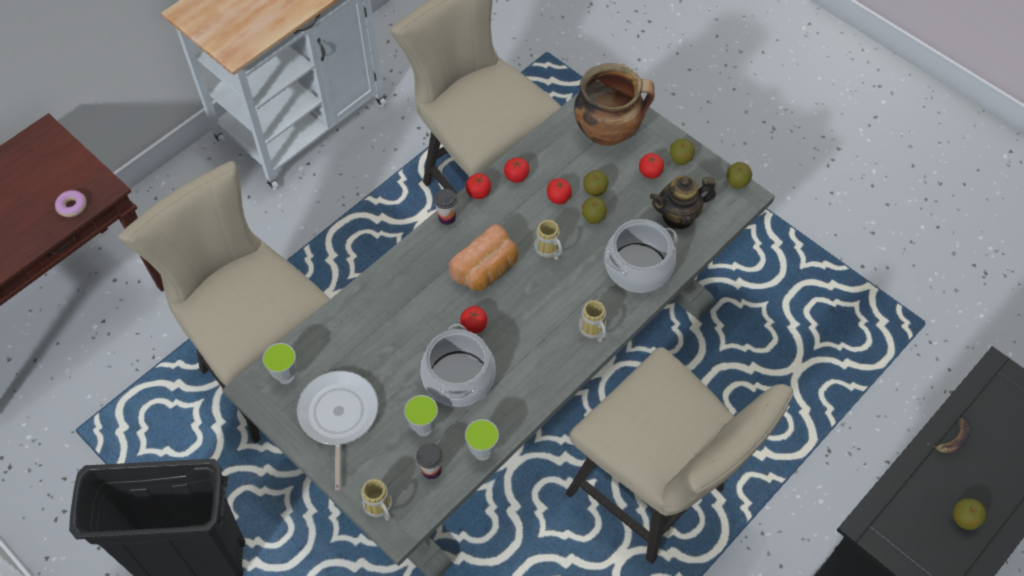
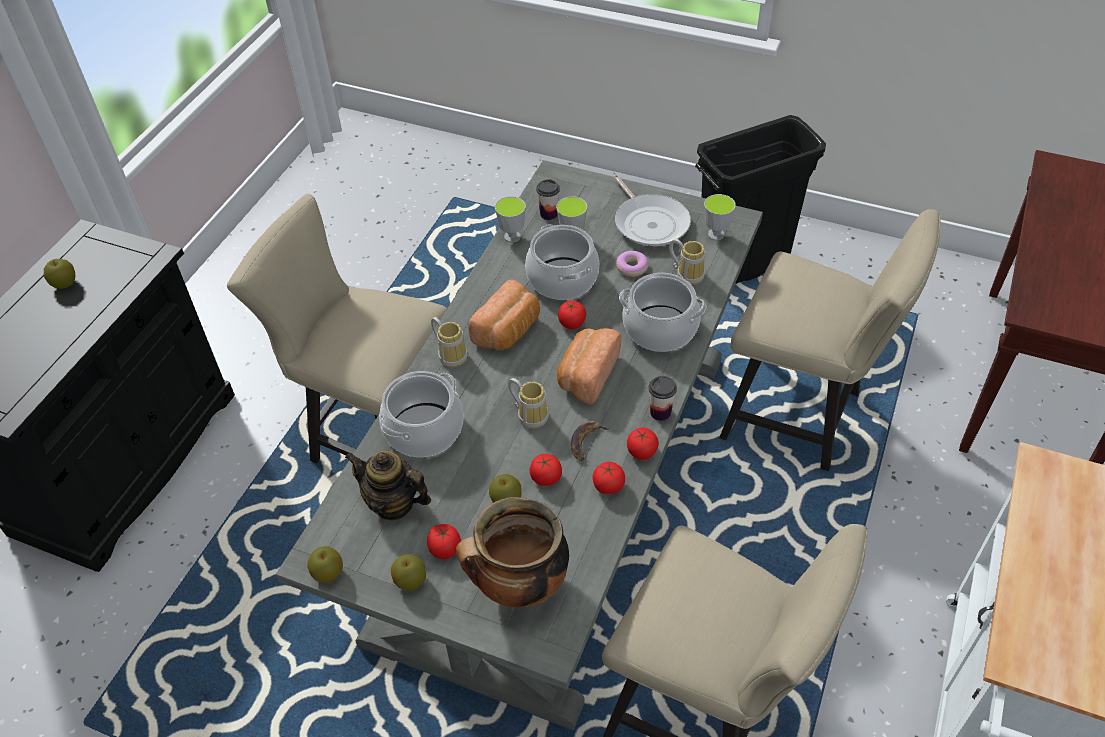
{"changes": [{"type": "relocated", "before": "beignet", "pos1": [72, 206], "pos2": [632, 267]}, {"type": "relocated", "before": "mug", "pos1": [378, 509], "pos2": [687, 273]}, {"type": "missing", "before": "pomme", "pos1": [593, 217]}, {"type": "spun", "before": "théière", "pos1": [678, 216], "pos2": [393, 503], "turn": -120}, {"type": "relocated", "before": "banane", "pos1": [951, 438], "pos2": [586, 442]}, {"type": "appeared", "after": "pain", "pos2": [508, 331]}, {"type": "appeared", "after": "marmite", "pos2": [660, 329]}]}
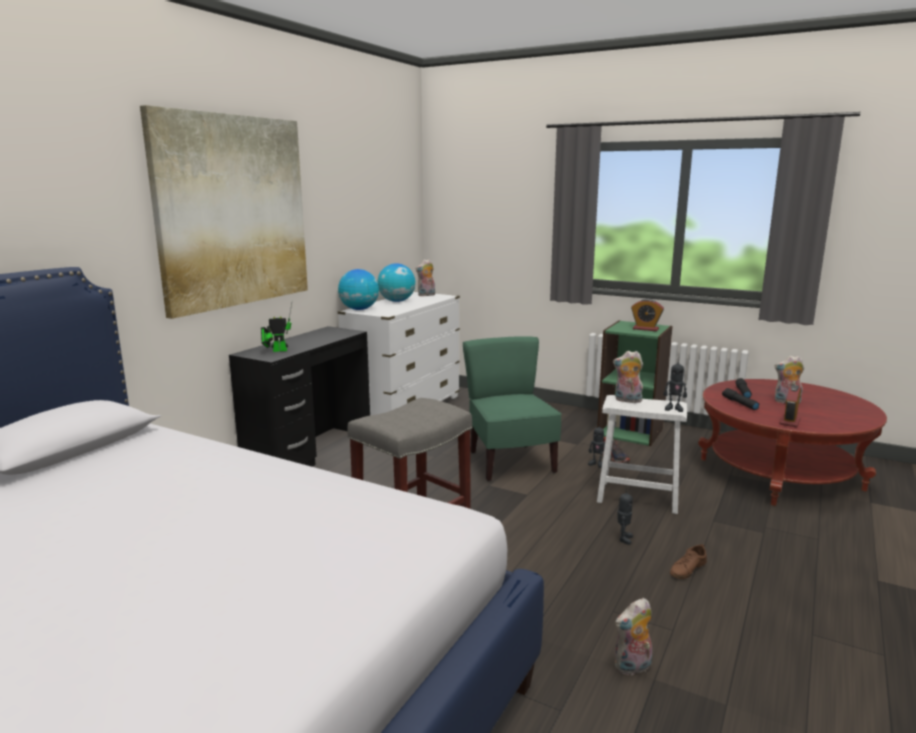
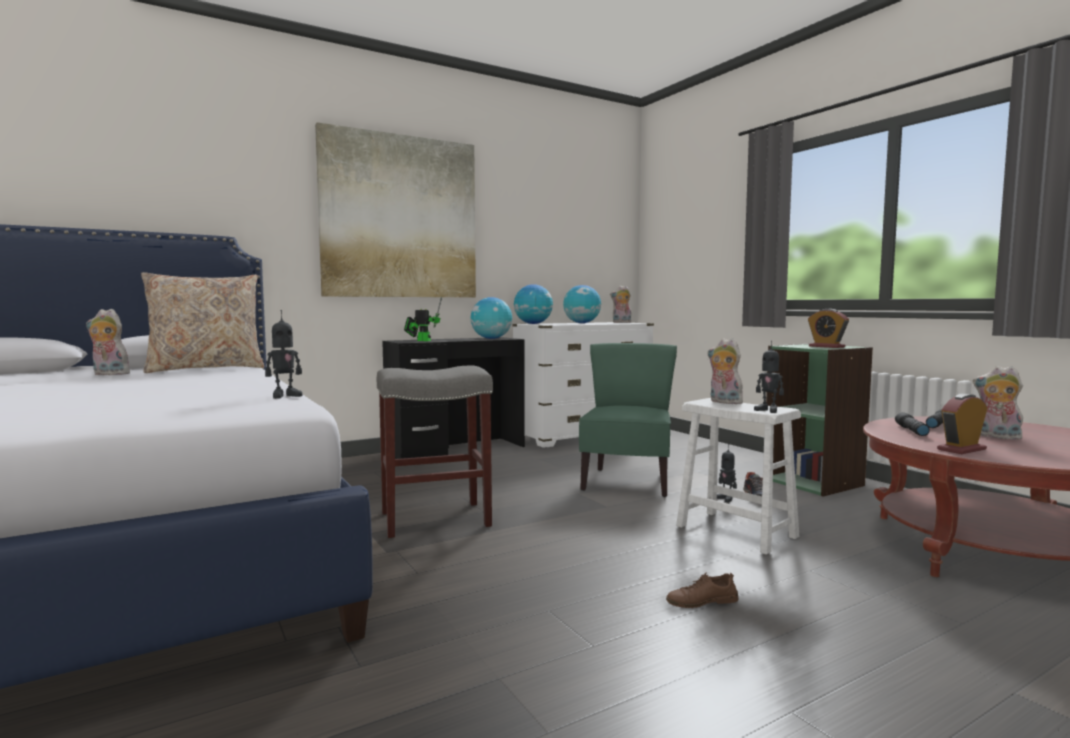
{"changes": [{"type": "relocated", "before": "peluche", "pos1": [633, 667], "pos2": [108, 374]}, {"type": "relocated", "before": "robot jouet", "pos1": [623, 539], "pos2": [285, 396]}, {"type": "appeared", "after": "coussin (beige)", "pos2": [206, 368]}, {"type": "appeared", "after": "globe", "pos2": [491, 338]}]}
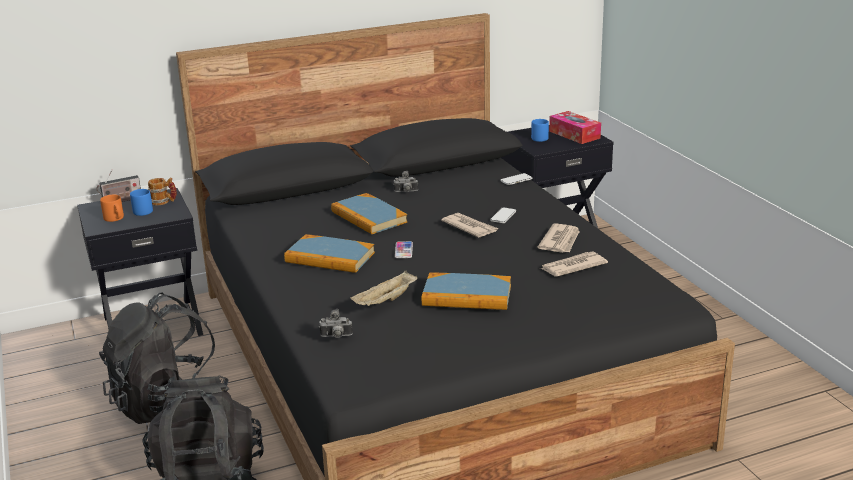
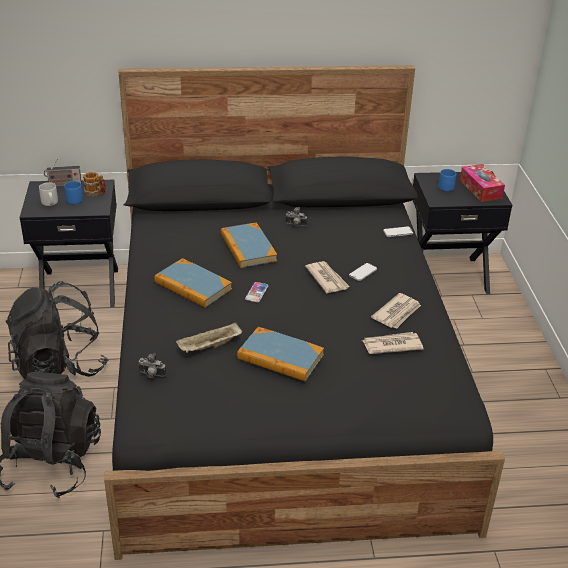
{"changes": [{"type": "colour", "before": "mug (orange)", "after": "mug (gris)", "pos1": [115, 218], "pos2": [50, 203]}]}
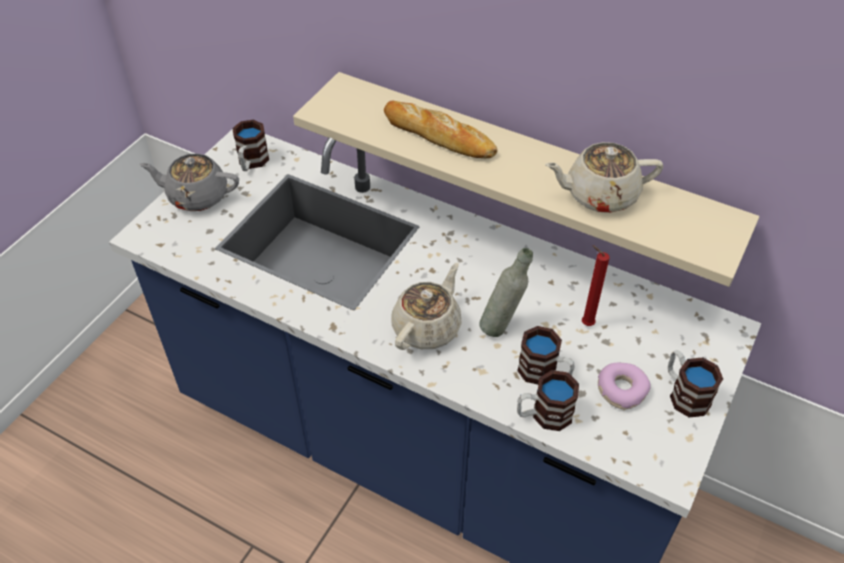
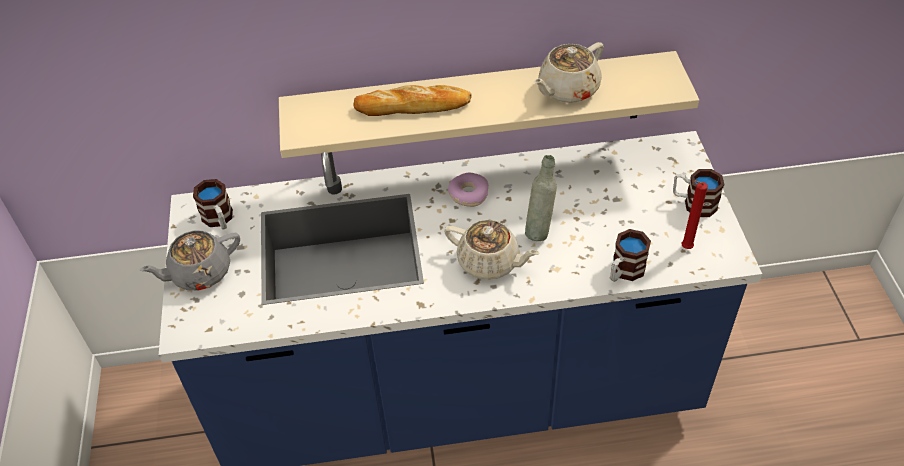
{"changes": [{"type": "spun", "before": "théière (beige)", "pos1": [427, 327], "pos2": [489, 262], "turn": 120}, {"type": "missing", "before": "mug", "pos1": [544, 373]}, {"type": "relocated", "before": "bougie (rouge)", "pos1": [585, 323], "pos2": [684, 248]}, {"type": "relocated", "before": "beignet", "pos1": [621, 390], "pos2": [468, 194]}]}
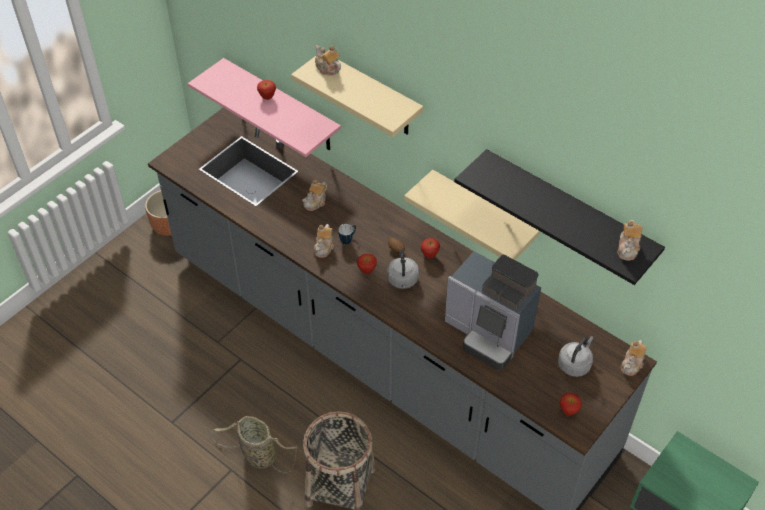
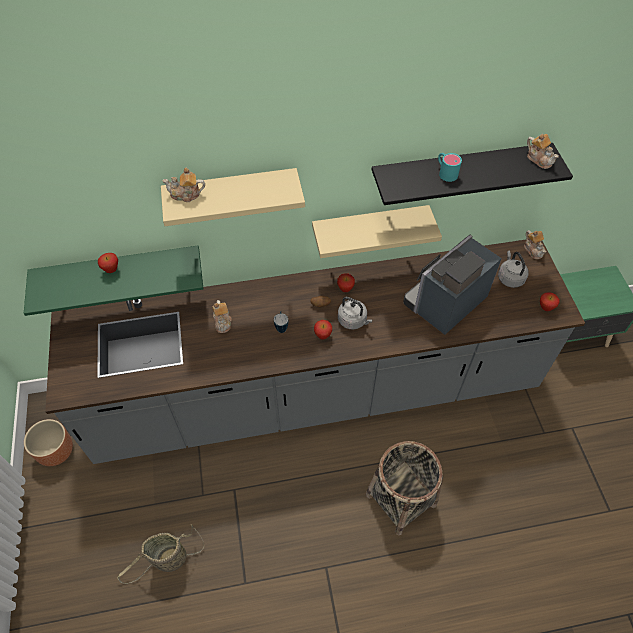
{"changes": [{"type": "colour", "before": "étagère (rose)", "after": "étagère (vert)", "pos1": [282, 106], "pos2": [119, 271]}, {"type": "relocated", "before": "panier", "pos1": [257, 455], "pos2": [168, 560]}, {"type": "missing", "before": "théière", "pos1": [324, 247]}, {"type": "spun", "before": "machine à café", "pos1": [489, 332], "pos2": [444, 304], "turn": 150}, {"type": "appeared", "after": "mug (turquoise)", "pos2": [445, 172]}]}
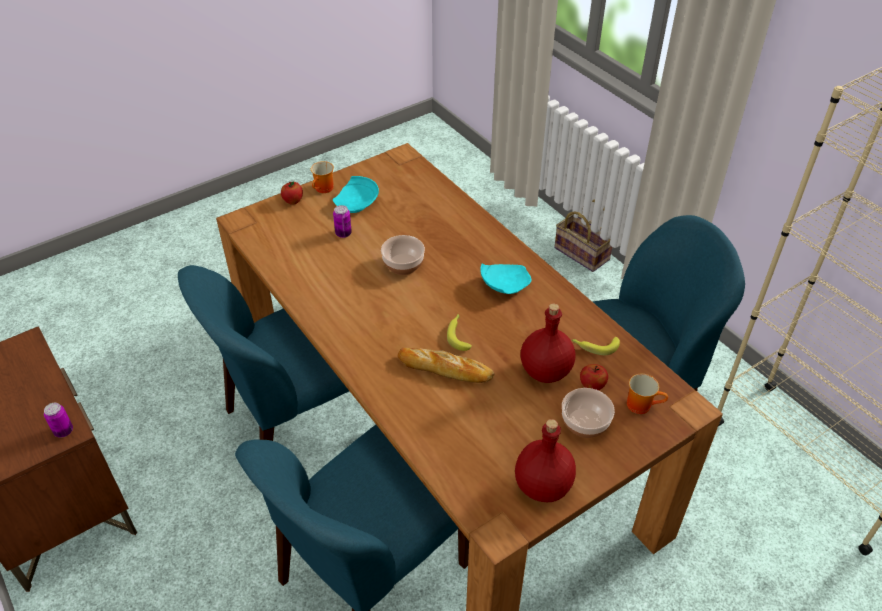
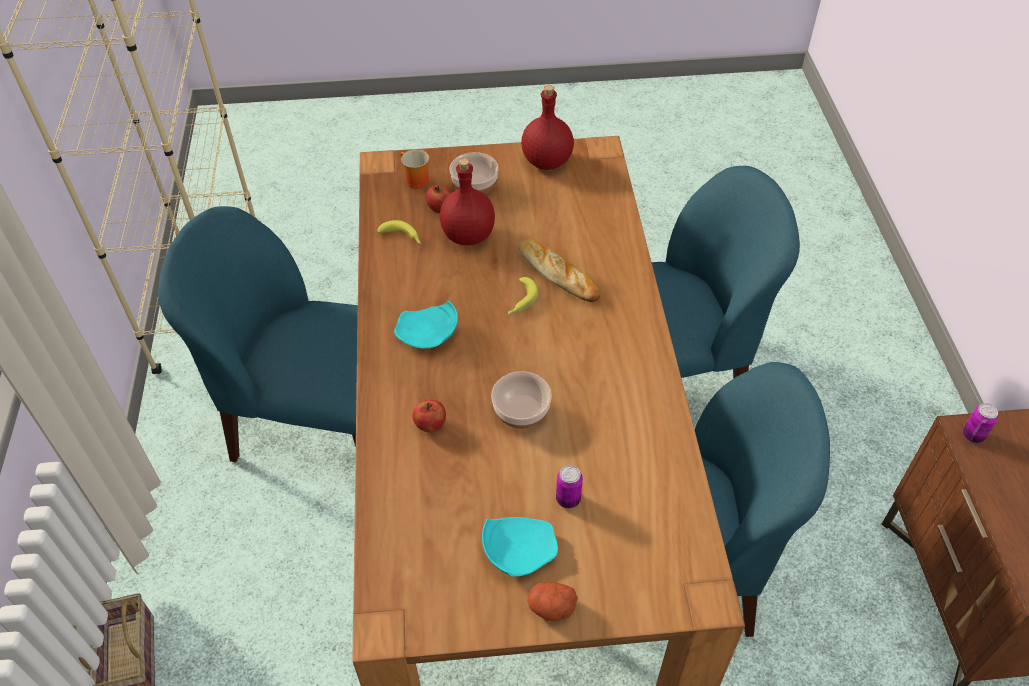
{"changes": [{"type": "relocated", "before": "pomme", "pos1": [293, 201], "pos2": [430, 425]}, {"type": "exchanged", "before": "mug", "after": "pomme de terre", "pos1": [324, 189], "pos2": [551, 608]}]}
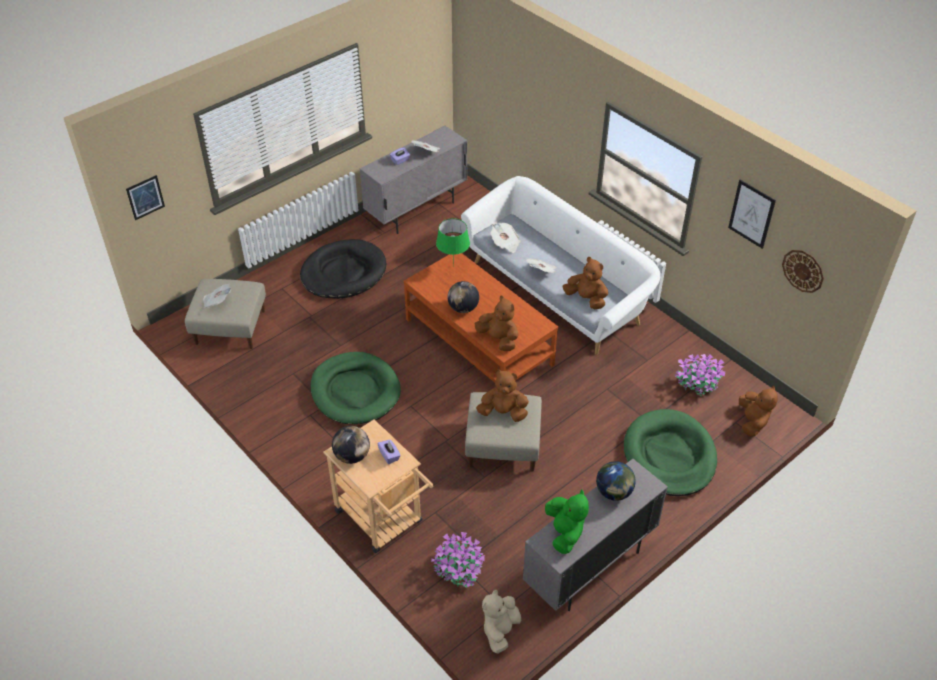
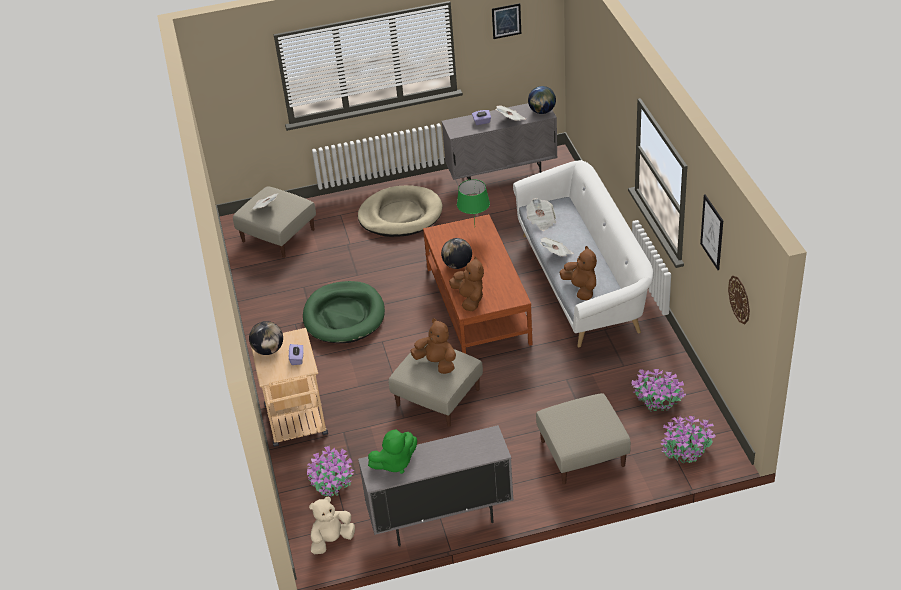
{"changes": [{"type": "relocated", "before": "tableau", "pos1": [145, 197], "pos2": [506, 21]}, {"type": "colour", "before": "panier pour chien (noir)", "after": "panier pour chien (beige)", "pos1": [343, 273], "pos2": [400, 215]}, {"type": "spun", "before": "peluche (vert)", "pos1": [565, 533], "pos2": [395, 463], "turn": 45}, {"type": "relocated", "before": "globe", "pos1": [614, 492], "pos2": [542, 111]}, {"type": "exchanged", "before": "panier pour chien (vert)", "after": "pouf (beige)", "pos1": [669, 456], "pos2": [582, 454]}, {"type": "exchanged", "before": "peluche (marron)", "after": "plante en pot", "pos1": [752, 422], "pos2": [686, 450]}]}
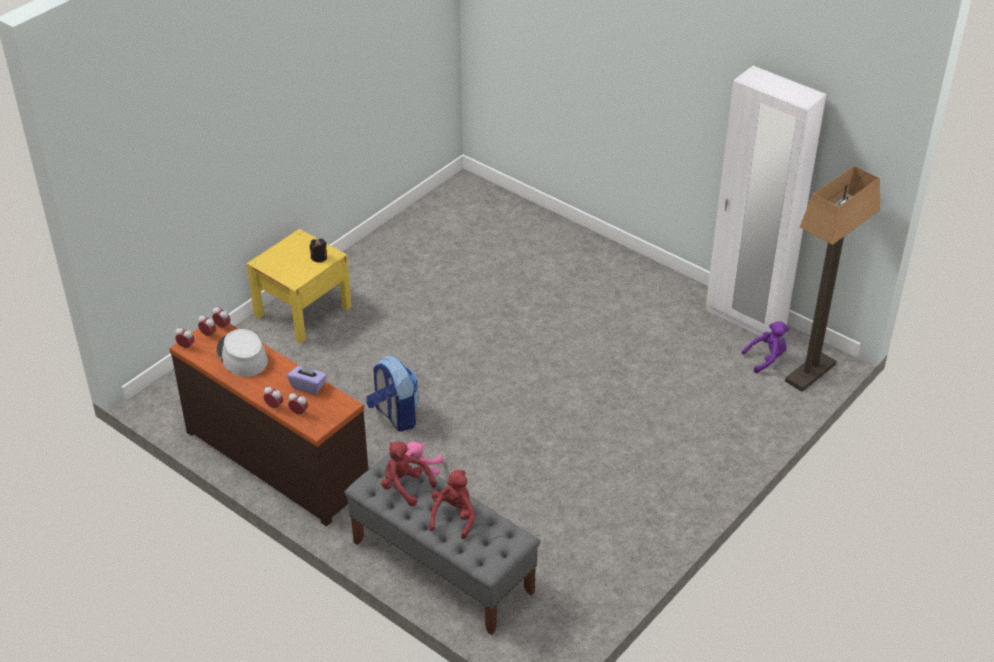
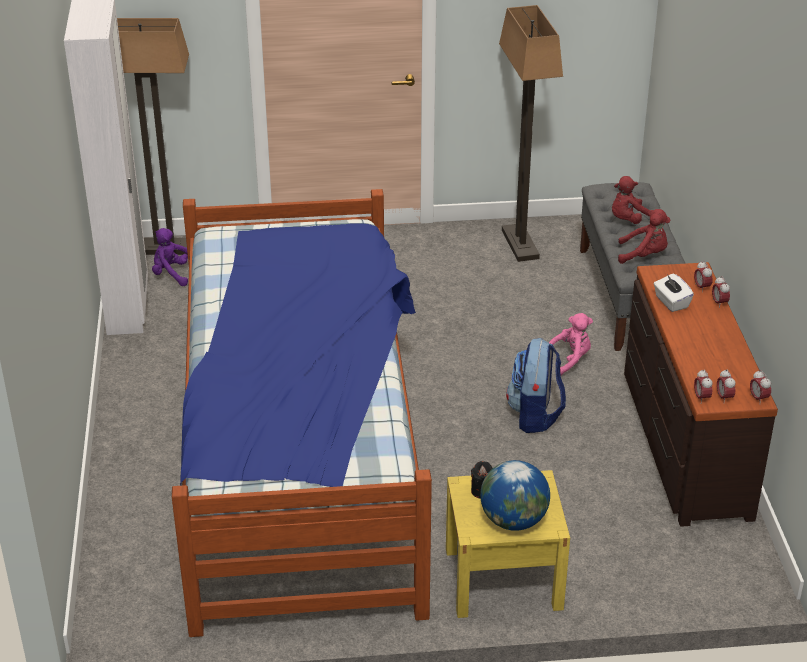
{"changes": [{"type": "missing", "before": "chapeau (gris)", "pos1": [241, 356]}, {"type": "colour", "before": "boîte à mouchoirs (violet)", "after": "boîte à mouchoirs (blanc)", "pos1": [308, 386], "pos2": [671, 302]}, {"type": "spun", "before": "peluche (rouge)", "pos1": [405, 486], "pos2": [644, 255], "turn": -75}, {"type": "appeared", "after": "lit", "pos2": [301, 455]}, {"type": "appeared", "after": "globe", "pos2": [513, 521]}, {"type": "appeared", "after": "lampadaire", "pos2": [519, 244]}]}
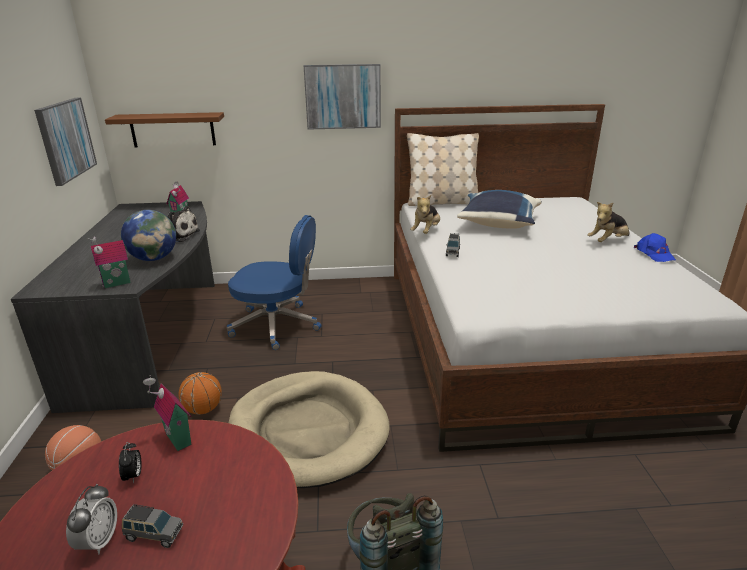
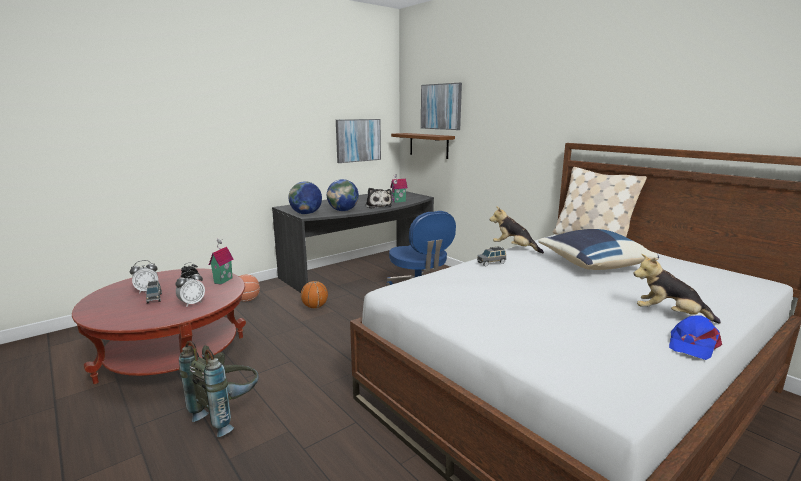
{"changes": [{"type": "exchanged", "before": "maison miniature", "after": "globe", "pos1": [117, 284], "pos2": [306, 214]}, {"type": "missing", "before": "panier pour chien (beige)", "pos1": [308, 431]}, {"type": "relocated", "before": "tableau", "pos1": [343, 96], "pos2": [441, 106]}, {"type": "spun", "before": "peluche", "pos1": [426, 231], "pos2": [514, 248], "turn": 45}, {"type": "appeared", "after": "réveil", "pos2": [192, 303]}]}
